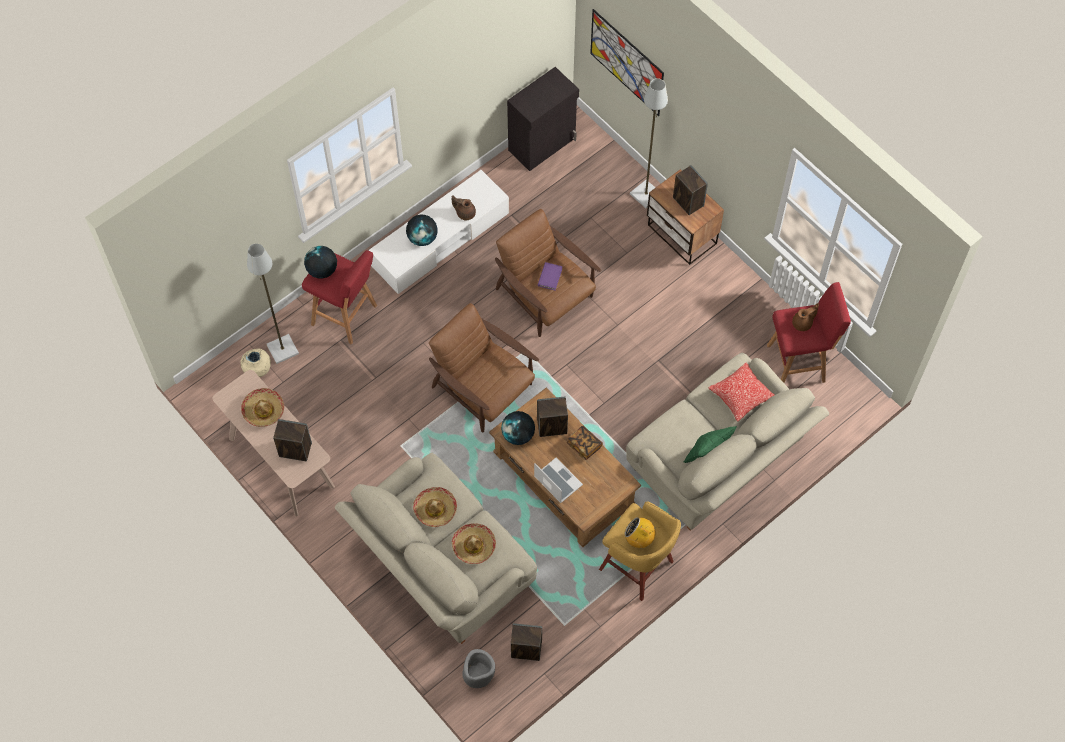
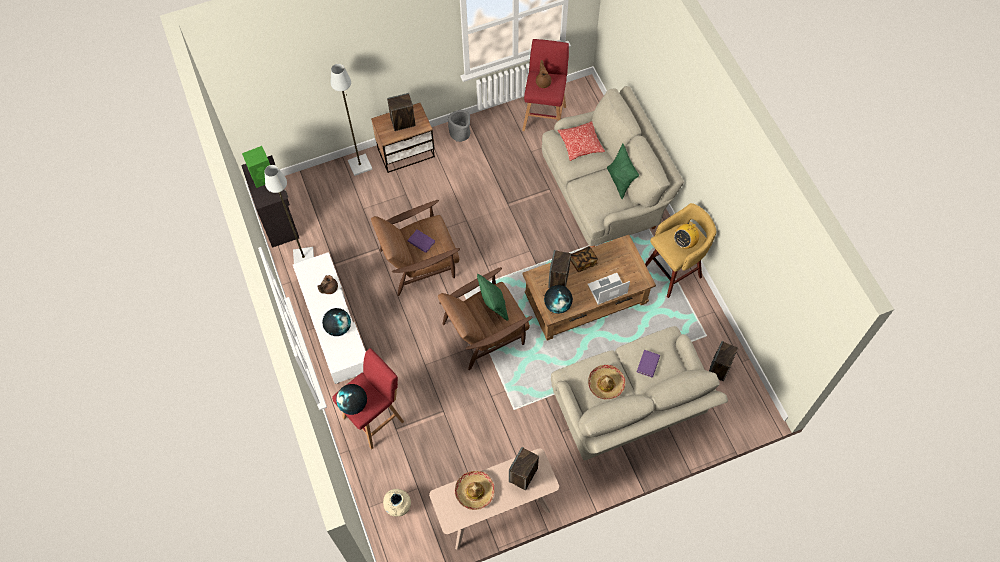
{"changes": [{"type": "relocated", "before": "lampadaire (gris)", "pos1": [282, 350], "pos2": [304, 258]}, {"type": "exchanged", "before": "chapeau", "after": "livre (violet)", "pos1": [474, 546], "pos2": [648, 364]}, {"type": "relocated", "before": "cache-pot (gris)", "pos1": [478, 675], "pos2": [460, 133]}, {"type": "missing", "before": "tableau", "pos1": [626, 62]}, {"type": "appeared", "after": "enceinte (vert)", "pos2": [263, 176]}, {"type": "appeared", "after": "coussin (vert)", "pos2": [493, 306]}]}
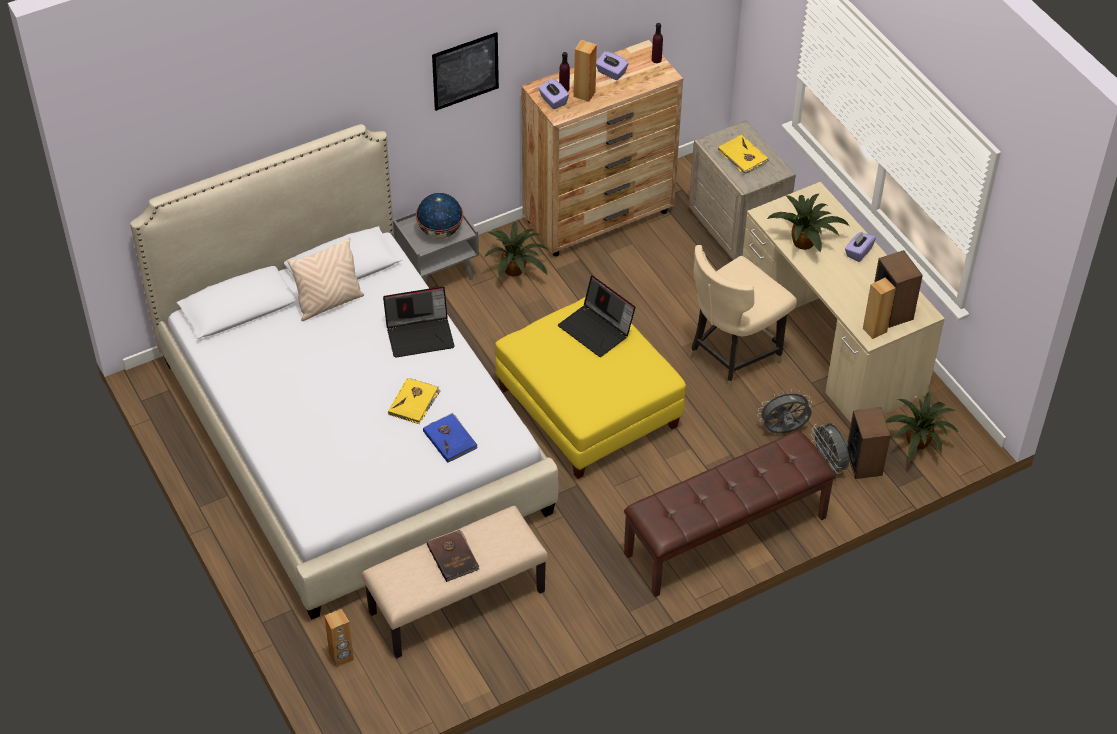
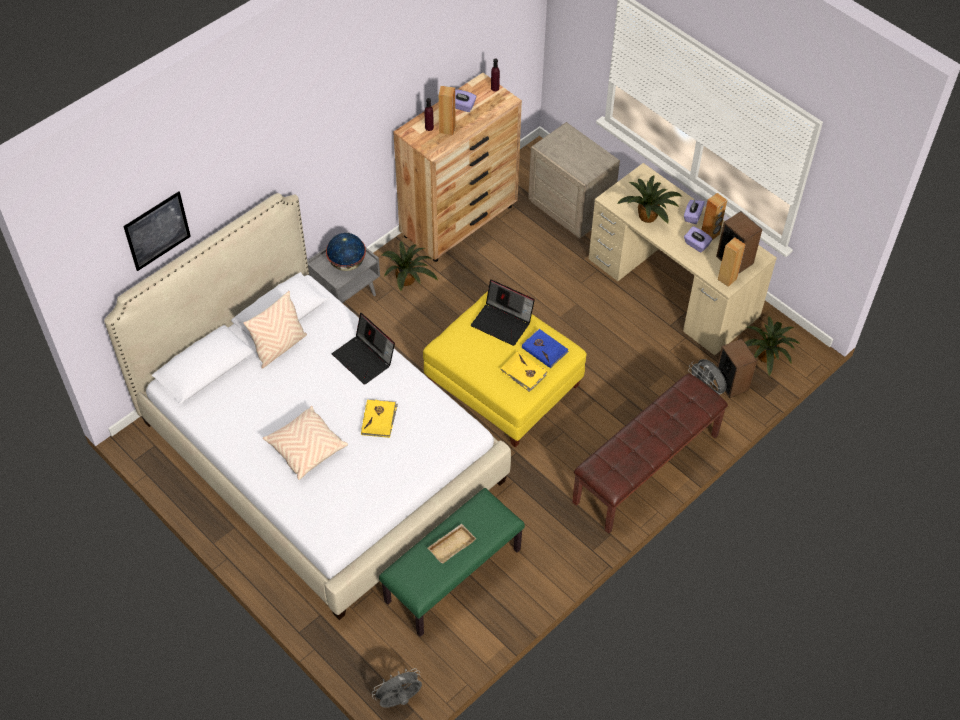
{"changes": [{"type": "relocated", "before": "enceinte (marron)", "pos1": [341, 657], "pos2": [710, 234]}, {"type": "colour", "before": "banc (beige)", "after": "banc (vert)", "pos1": [457, 601], "pos2": [453, 574]}, {"type": "spun", "before": "ordinateur portable", "pos1": [420, 334], "pos2": [365, 359], "turn": 75}, {"type": "relocated", "before": "livre (bleu)", "pos1": [450, 439], "pos2": [545, 349]}, {"type": "exchanged", "before": "livre (marron)", "after": "plateau (beige)", "pos1": [453, 556], "pos2": [451, 544]}, {"type": "relocated", "before": "tableau", "pos1": [465, 71], "pos2": [157, 231]}, {"type": "relocated", "before": "boîte à mouchoirs (violet)", "pos1": [553, 101], "pos2": [696, 245]}, {"type": "missing", "before": "chaise (beige)", "pos1": [732, 356]}, {"type": "relocated", "before": "livre (jaune)", "pos1": [742, 157], "pos2": [523, 373]}, {"type": "relocated", "before": "ventilateur (gris)", "pos1": [783, 431], "pos2": [399, 700]}, {"type": "appeared", "after": "coussin (beige)", "pos2": [306, 448]}]}
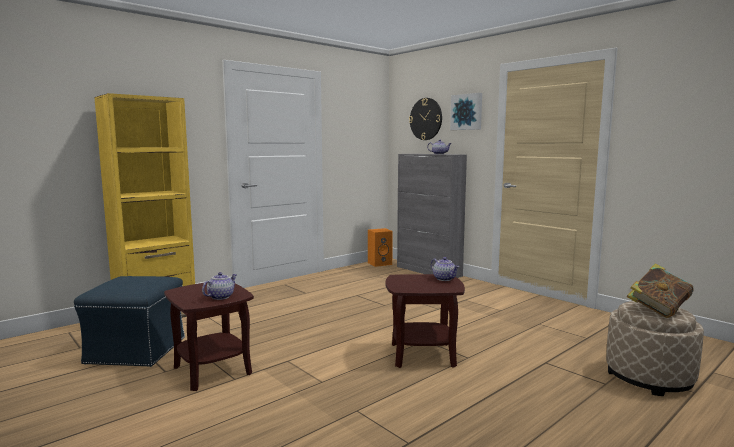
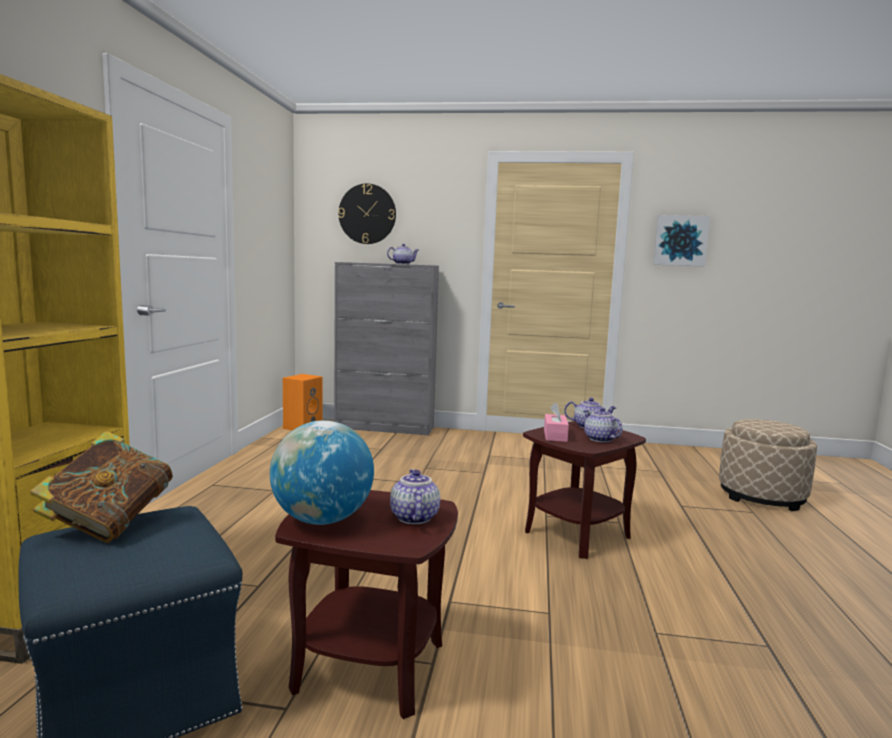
{"changes": [{"type": "relocated", "before": "tableau", "pos1": [467, 112], "pos2": [680, 241]}, {"type": "relocated", "before": "livre", "pos1": [658, 310], "pos2": [109, 525]}, {"type": "appeared", "after": "globe", "pos2": [322, 520]}, {"type": "appeared", "after": "boîte à mouchoirs (rose)", "pos2": [555, 435]}, {"type": "appeared", "after": "théière", "pos2": [599, 439]}]}
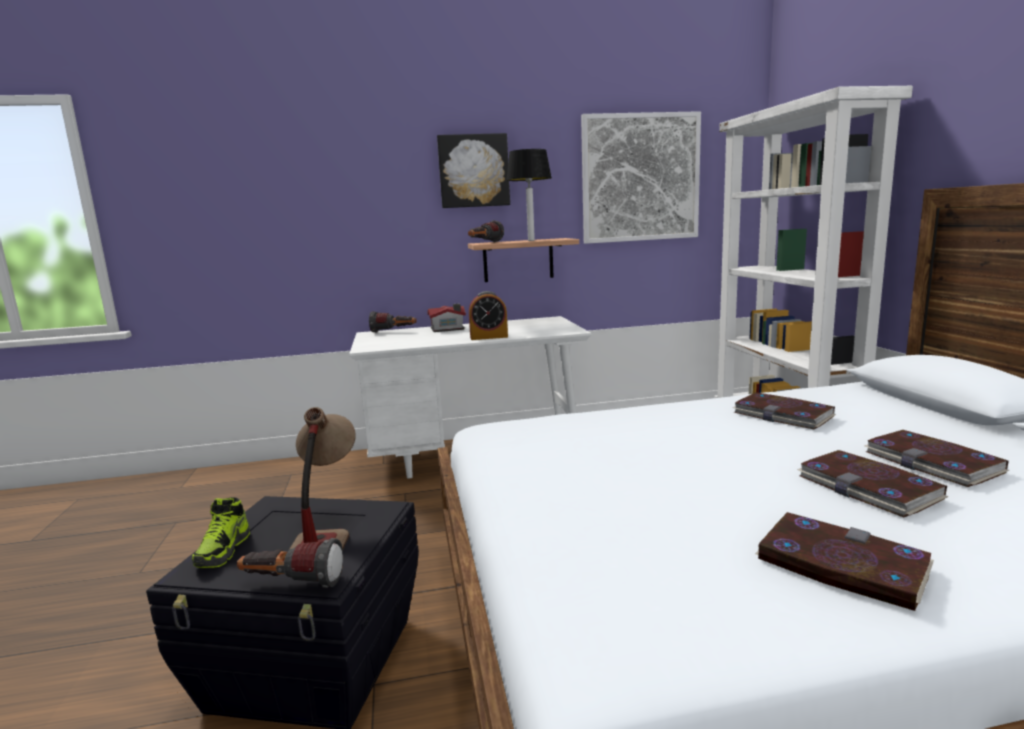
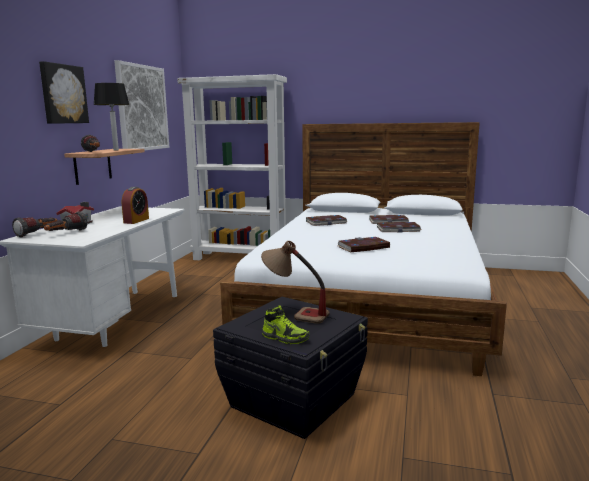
{"changes": [{"type": "relocated", "before": "lampe de poche", "pos1": [292, 583], "pos2": [66, 233]}, {"type": "relocated", "before": "livre", "pos1": [840, 565], "pos2": [363, 247]}]}
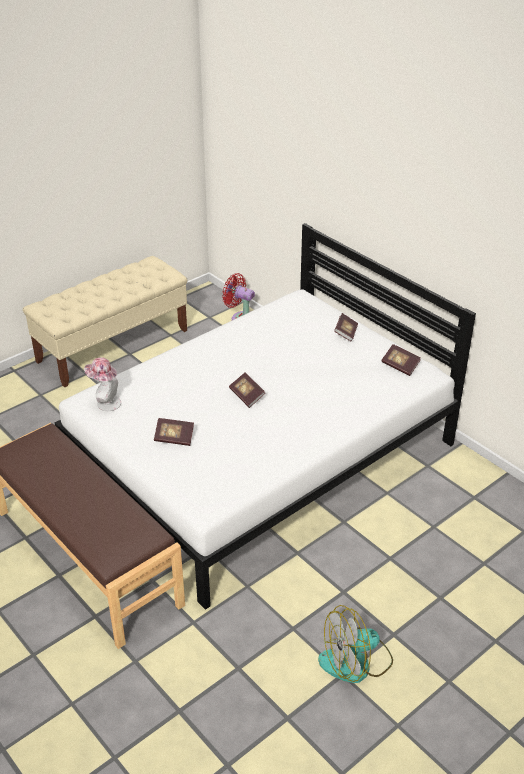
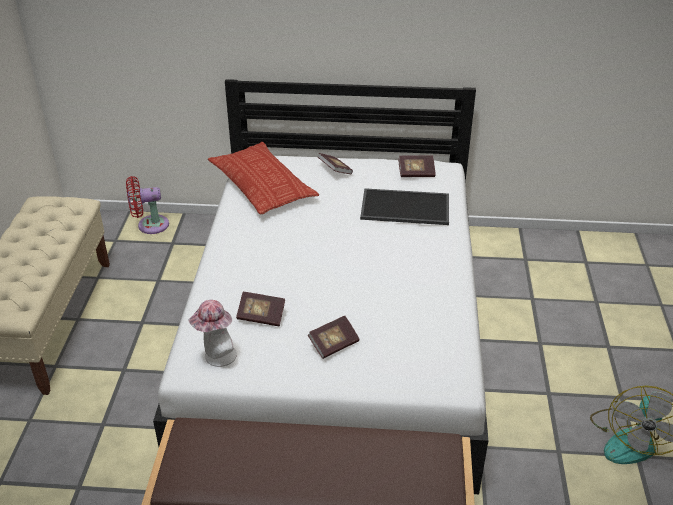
{"changes": [{"type": "relocated", "before": "livre", "pos1": [247, 396], "pos2": [261, 316]}, {"type": "appeared", "after": "coussin", "pos2": [262, 185]}, {"type": "appeared", "after": "plateau", "pos2": [404, 208]}]}
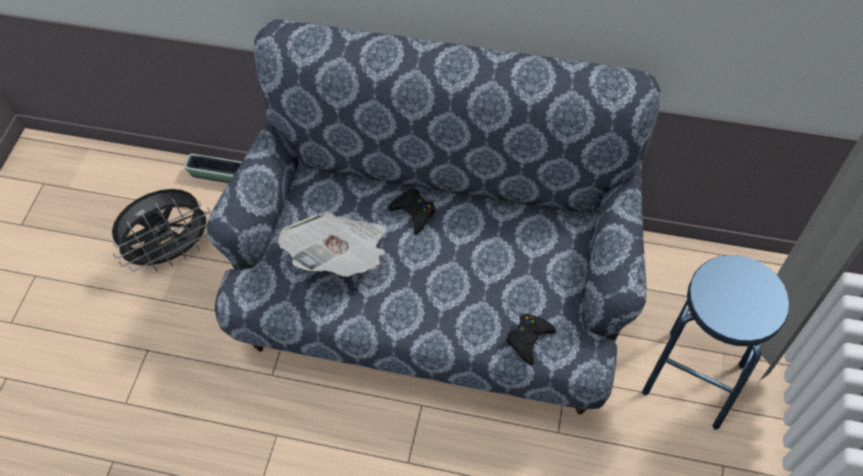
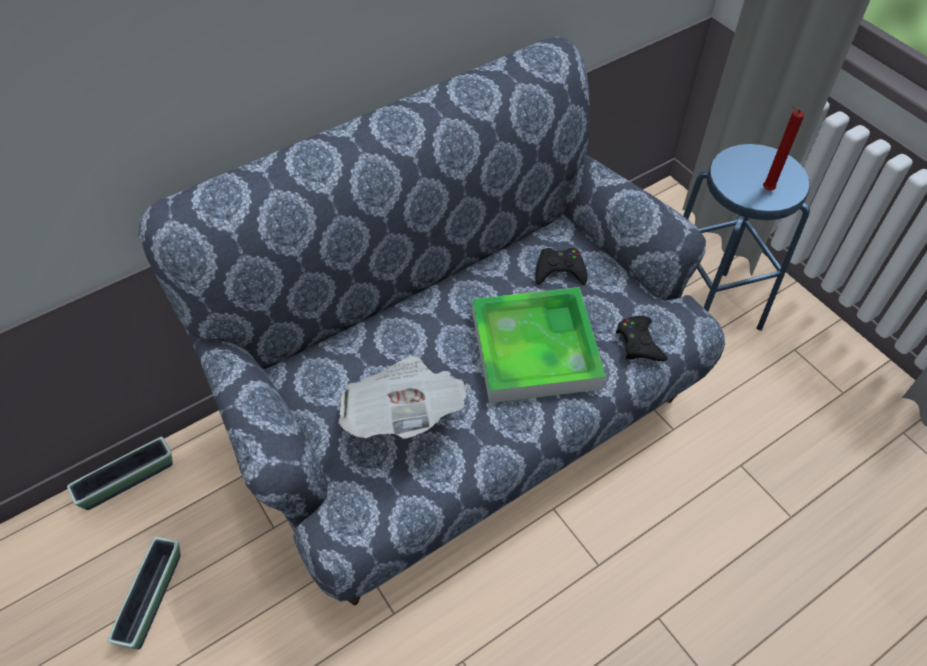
{"changes": [{"type": "exchanged", "before": "ventilateur (gris)", "after": "cache-pot", "pos1": [174, 253], "pos2": [152, 599]}, {"type": "relocated", "before": "manette (noir)", "pos1": [414, 212], "pos2": [559, 271]}, {"type": "appeared", "after": "plateau", "pos2": [535, 349]}, {"type": "appeared", "after": "bougie (rouge)", "pos2": [765, 190]}]}
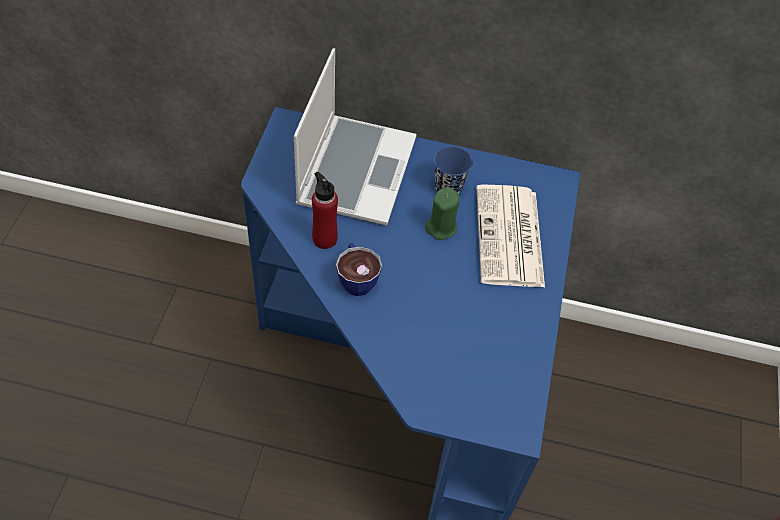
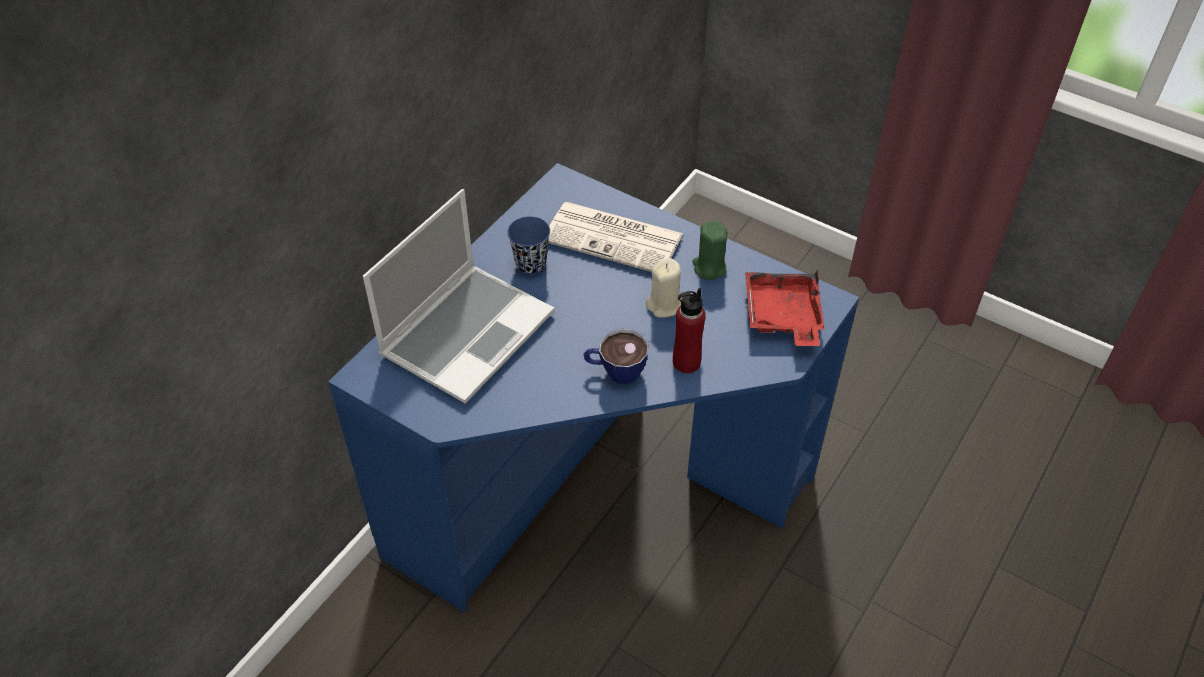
{"changes": [{"type": "spun", "before": "ordinateur portable", "pos1": [355, 170], "pos2": [467, 332], "turn": 90}, {"type": "relocated", "before": "bouteille (rouge)", "pos1": [324, 239], "pos2": [686, 362]}, {"type": "relocated", "before": "bougie (vert)", "pos1": [441, 227], "pos2": [709, 268]}, {"type": "appeared", "after": "bougie (beige)", "pos2": [664, 305]}, {"type": "appeared", "after": "plateau (rouge)", "pos2": [783, 317]}]}
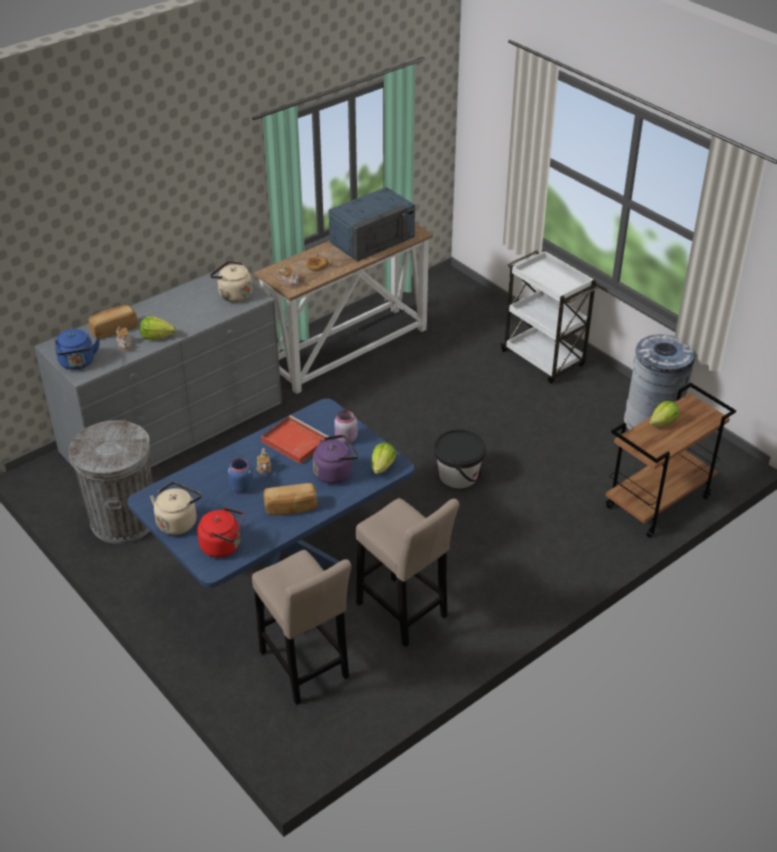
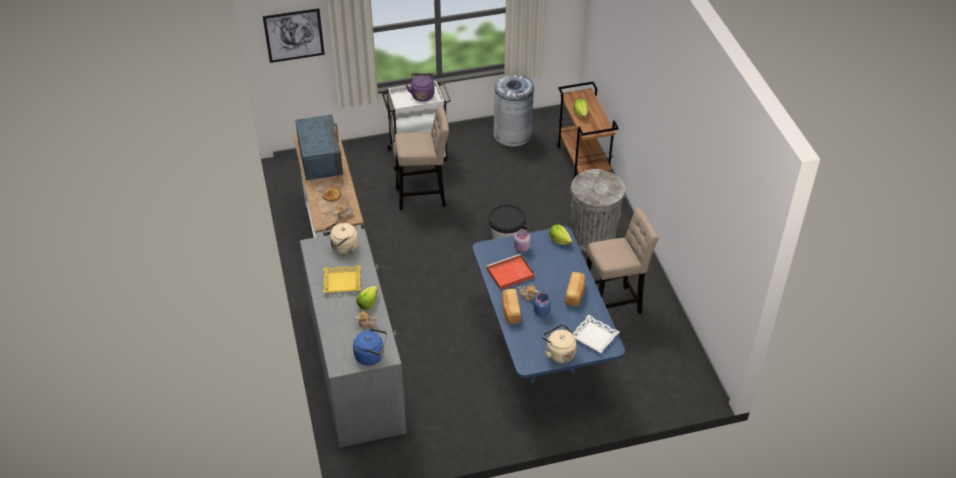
{"changes": [{"type": "relocated", "before": "poubelle (gris)", "pos1": [123, 520], "pos2": [593, 237]}, {"type": "relocated", "before": "pain", "pos1": [114, 329], "pos2": [510, 311]}, {"type": "exchanged", "before": "bouilloire (rouge)", "after": "plateau (blanc)", "pos1": [223, 546], "pos2": [594, 336]}, {"type": "relocated", "before": "tabouret (beige)", "pos1": [305, 669], "pos2": [424, 196]}, {"type": "relocated", "before": "bouilloire (violet)", "pos1": [335, 473], "pos2": [422, 95]}, {"type": "appeared", "after": "tableau", "pos2": [294, 35]}, {"type": "appeared", "after": "plateau (jaune)", "pos2": [342, 282]}]}
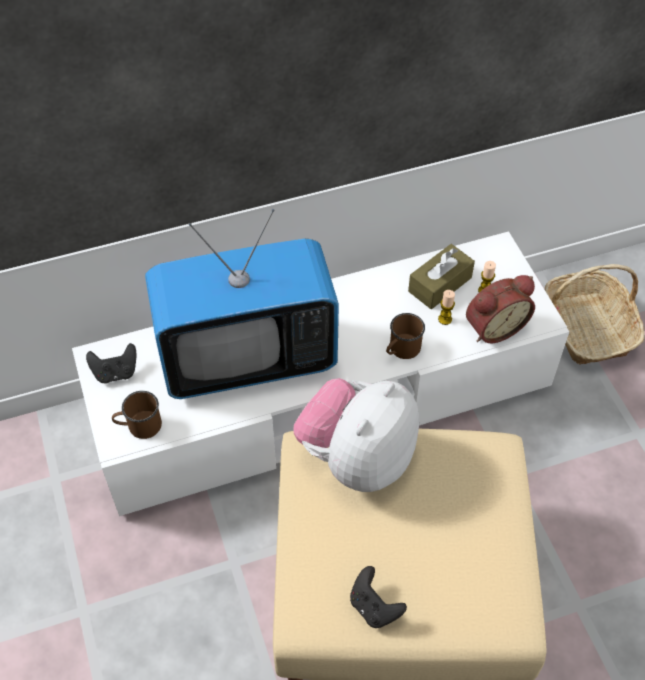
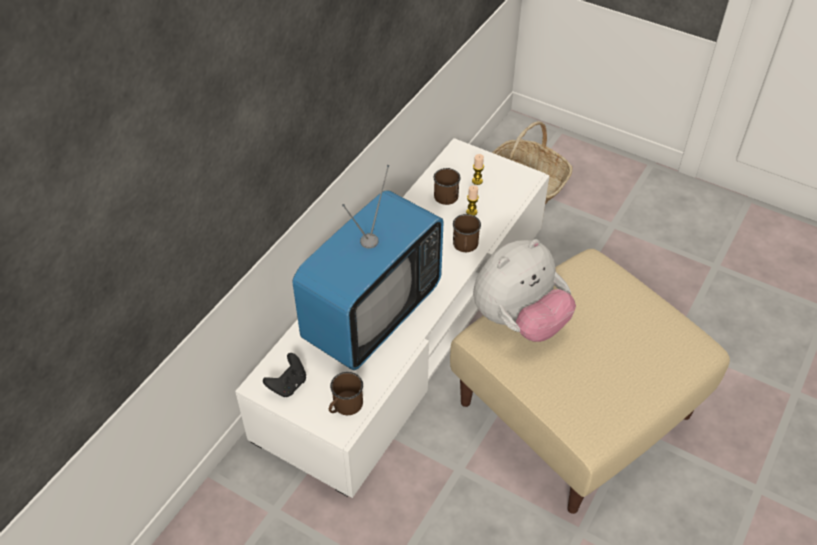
{"changes": [{"type": "spun", "before": "peluche", "pos1": [357, 458], "pos2": [519, 321], "turn": -120}, {"type": "missing", "before": "manette (noir)", "pos1": [374, 607]}, {"type": "exchanged", "before": "boîte à mouchoirs (marron)", "after": "mug (marron)", "pos1": [440, 284], "pos2": [446, 193]}, {"type": "missing", "before": "réveil", "pos1": [493, 327]}]}
